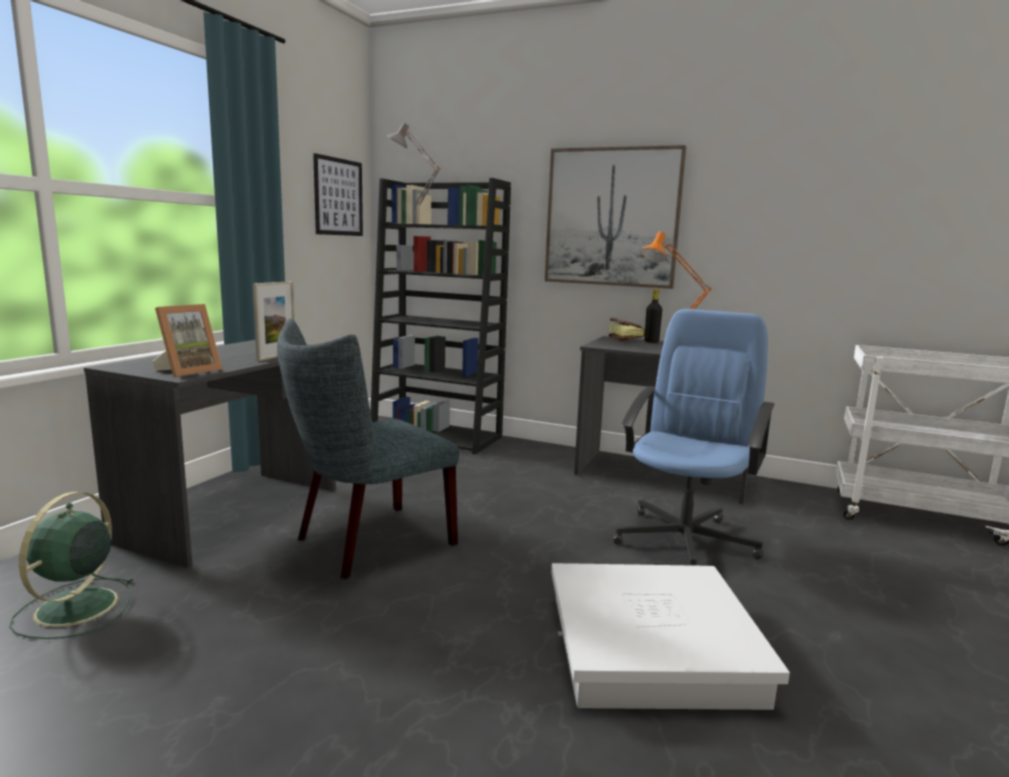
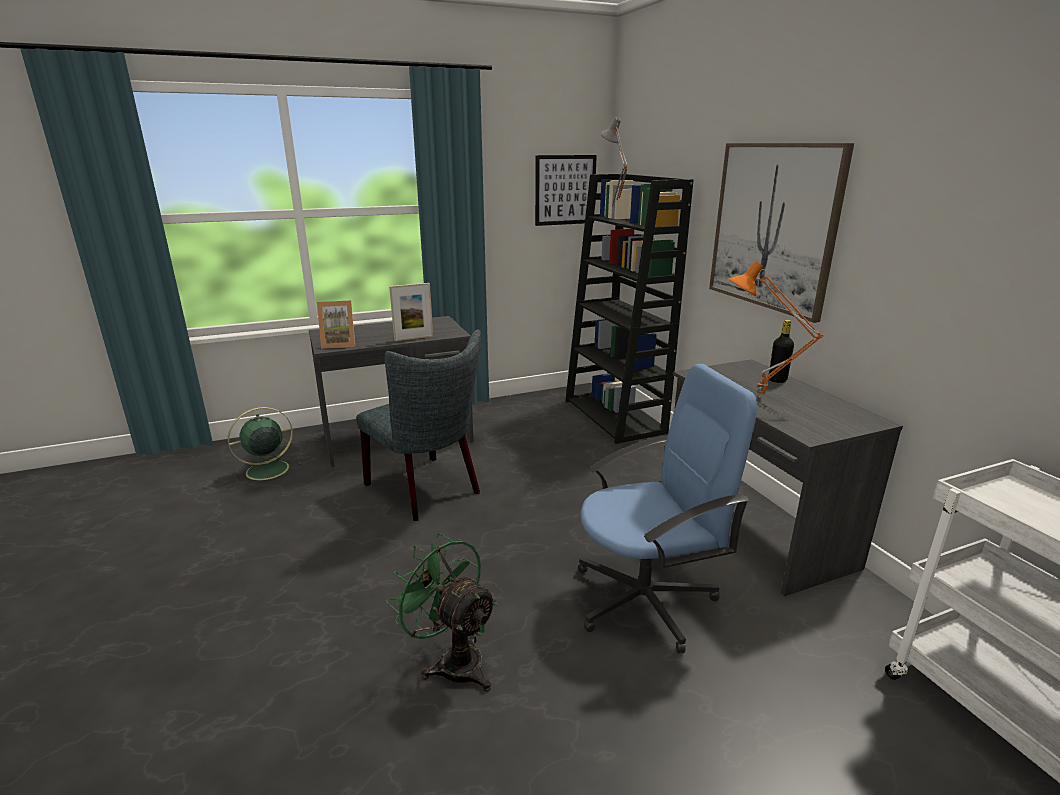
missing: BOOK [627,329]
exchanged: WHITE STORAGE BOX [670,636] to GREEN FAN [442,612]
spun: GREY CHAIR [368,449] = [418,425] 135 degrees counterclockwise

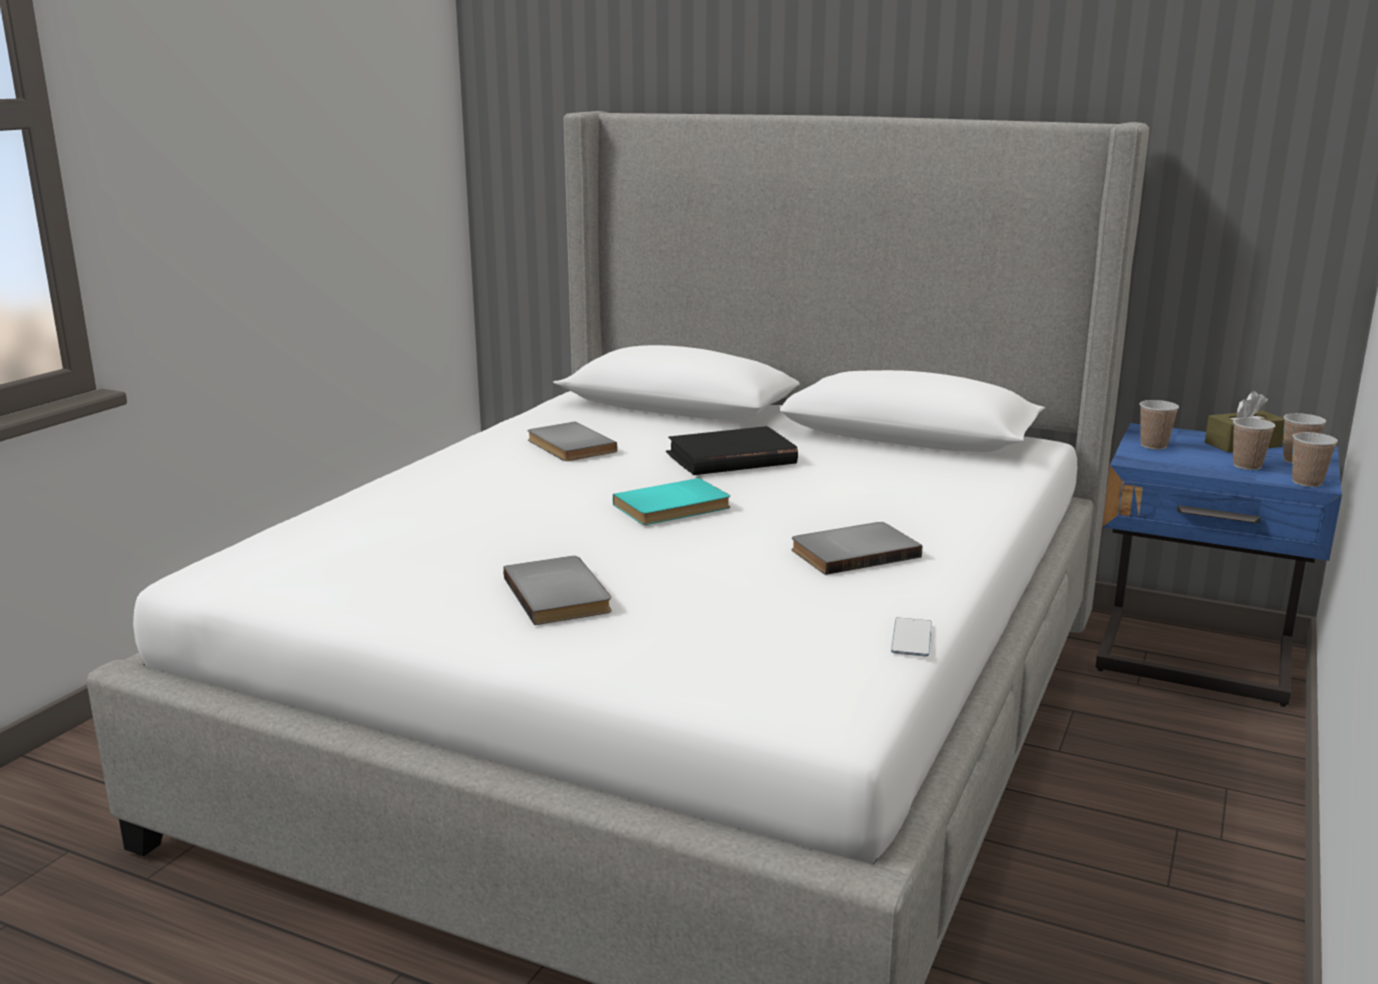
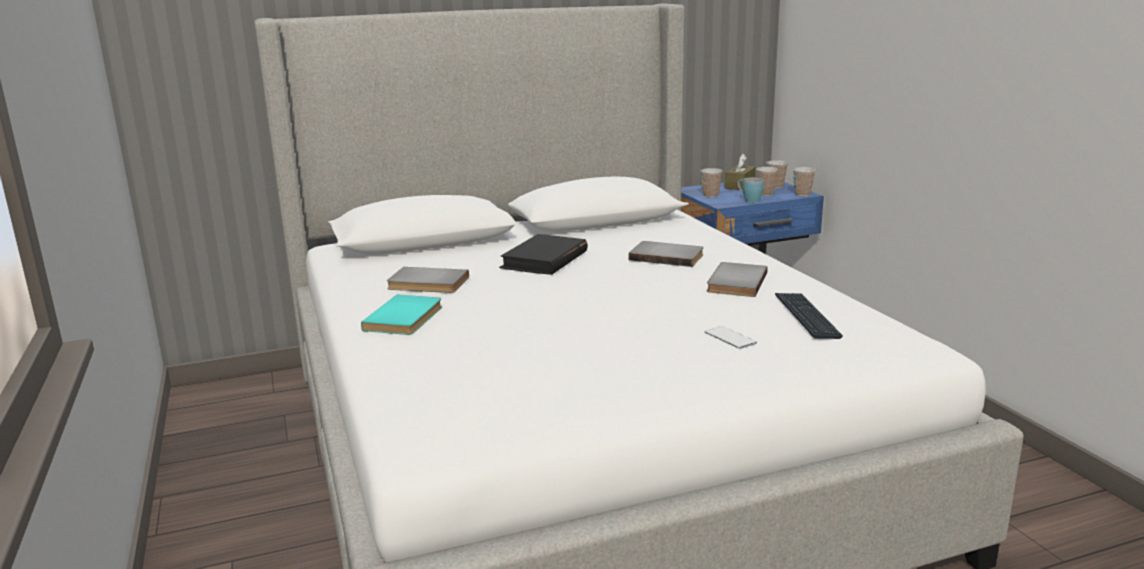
appeared: BLUE MUG [751,190]; KEYBOARD [809,316]
relocated: GREY BOOK [557,590] to [666,254]; TURQUOISE BOOK [671,501] to [401,315]; PHONE [911,636] to [731,337]

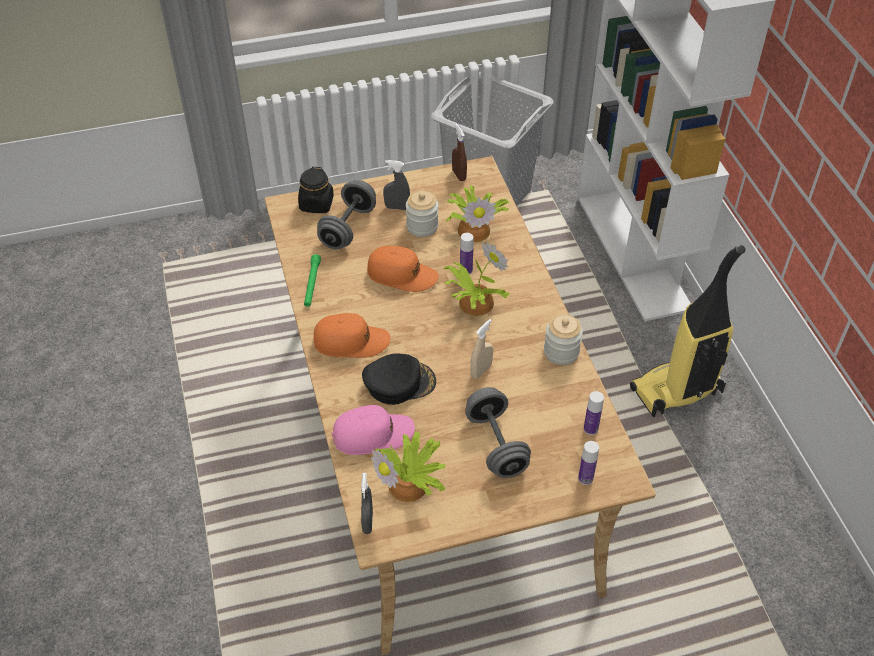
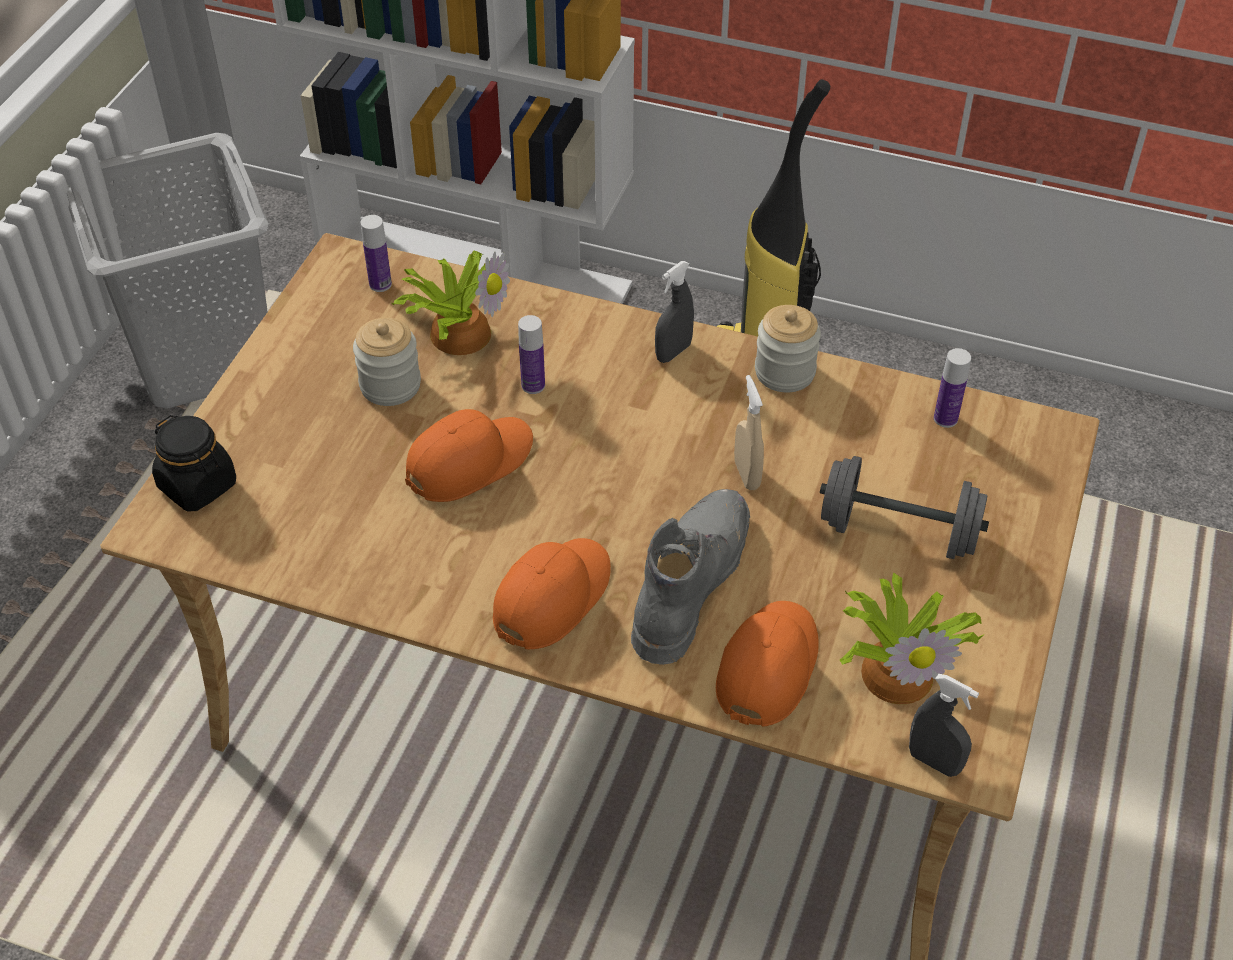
missing: GREEN FLASHLIGHT [312,280]; GREY DUMBBELL [346,214]; POTTED PLANT [476,279]; BROWN SPRAY BOTTLE [459,152]
relocated: GREY SPRAY BOTTLE [396,185] to [674,312]; BOTTLE [588,463] to [376,253]
exchanged: BLACK CAP [399,379] to GREY BOOT [690,577]
colour: PINK CAP [373,430] to ORANGE CAP [767,664]

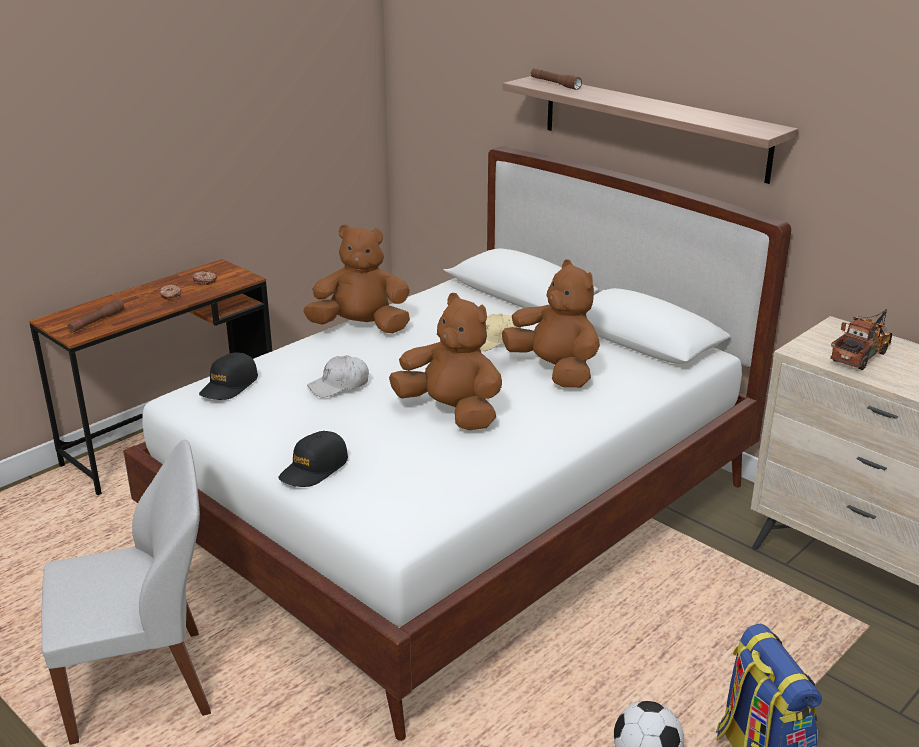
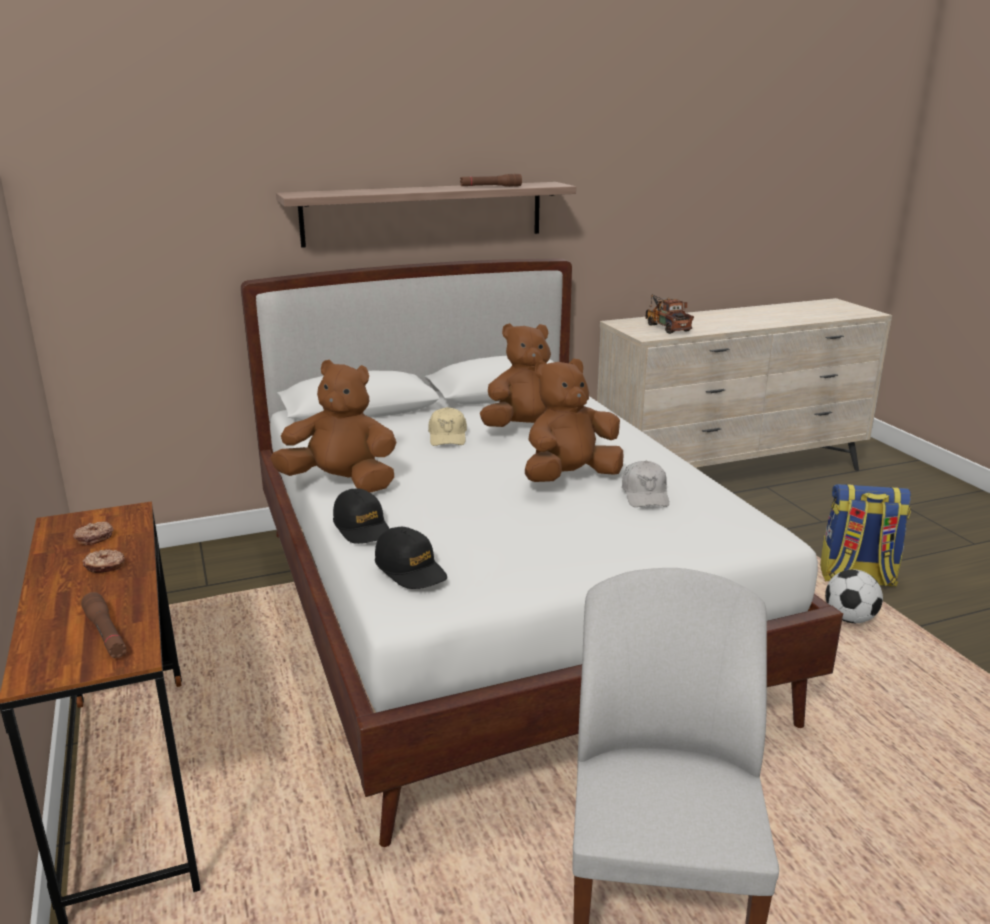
relocated: BLACK CAP [313,459] to [361,516]; WHITE CAP [338,377] to [645,484]; BROWN FLASHLIGHT [556,79] to [491,180]
spun: BROWN PLUSH TOY [356,278] = [333,426] 75 degrees clockwise

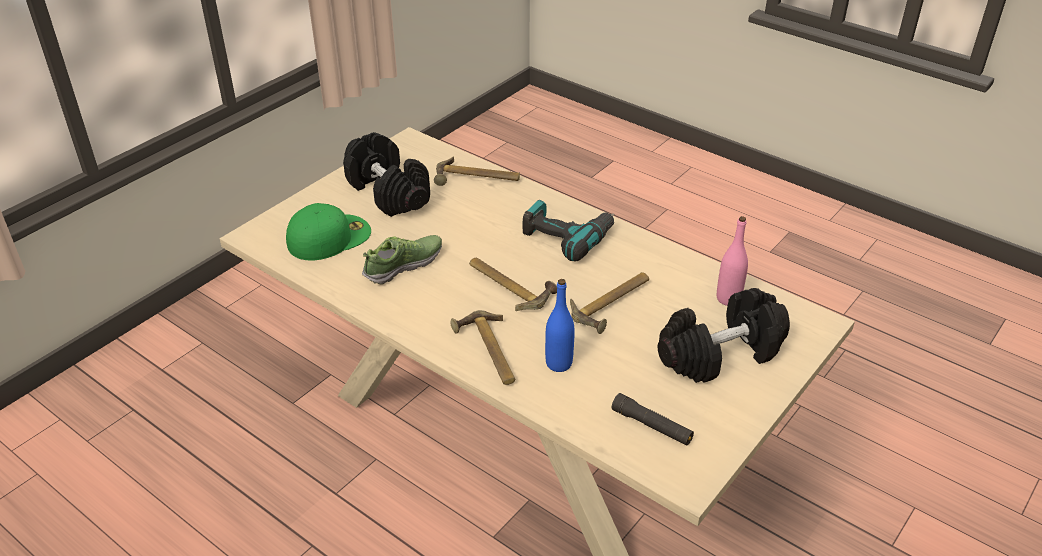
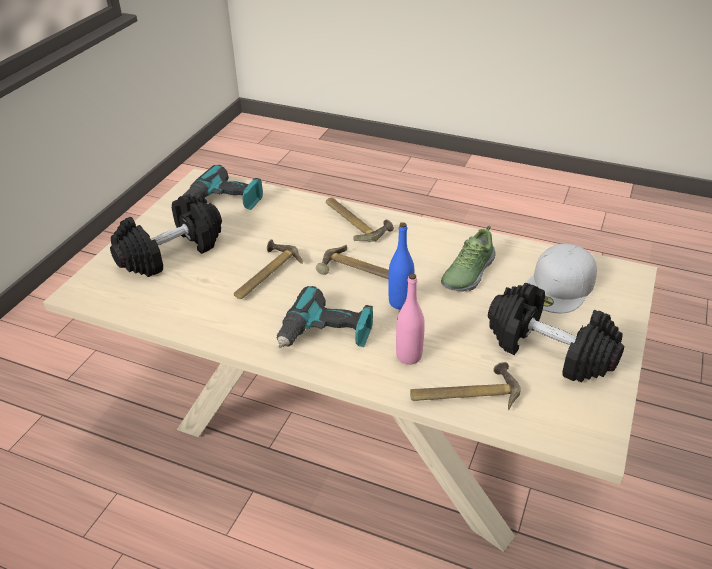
relocated: BLUE BOTTLE [560,325] to [401,266]; PINK BOTTLE [732,261] to [410,319]
exchanged: BLACK FLASHLIGHT [652,419] to POWER DRILL [223,187]
colour: GREEN CAP [328,232] to WHITE CAP [561,278]

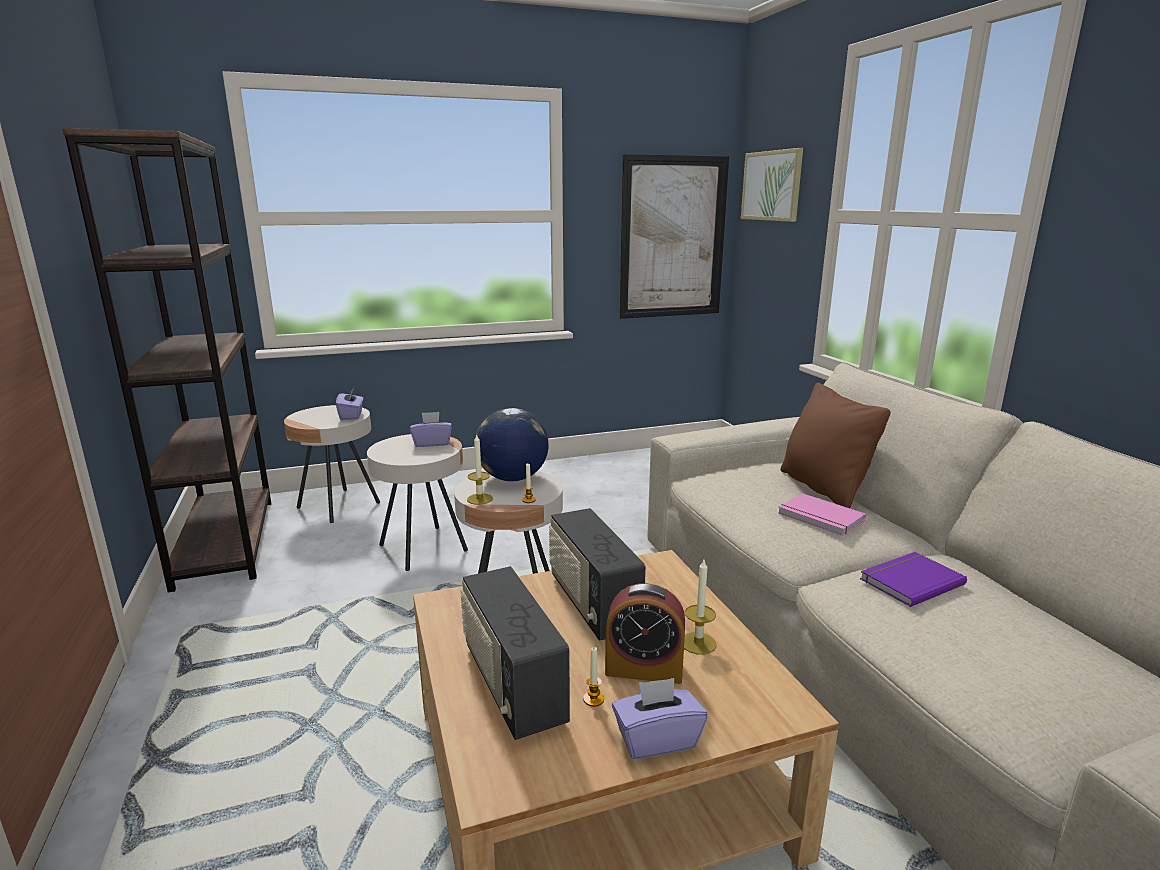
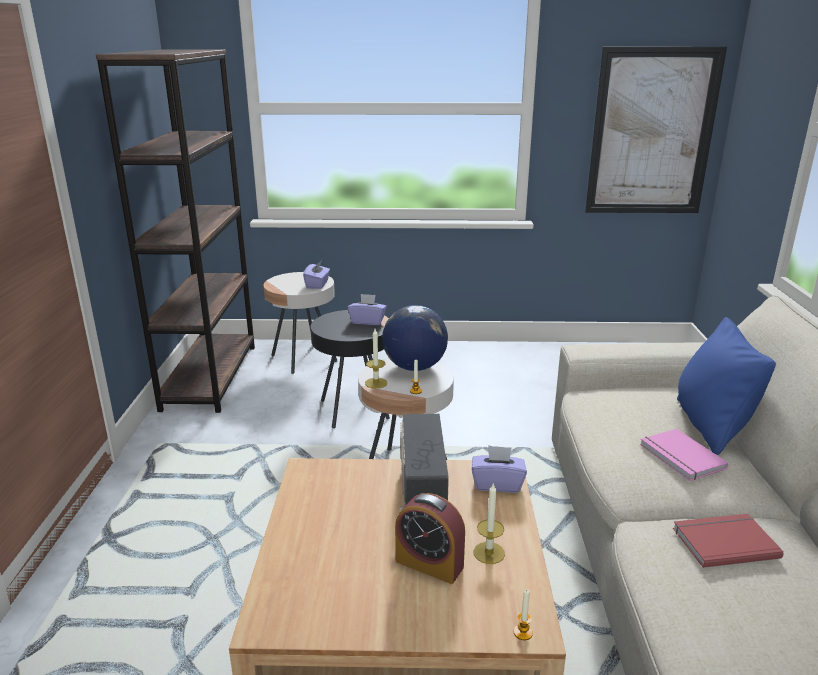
missing: RADIO [515,653]; PICTURE [772,185]
relocated: CANDLE [593,677] to [523,614]; PURPLE TISSUE BOX [659,718] to [499,469]
colour: BEIGE SIDE TABLE [417,502] to BLACK SIDE TABLE [350,369]; BROWN PILLOW [835,445] to BLUE PILLOW [726,386]; PURPLE BOOK [913,579] to RED BOOK [728,541]

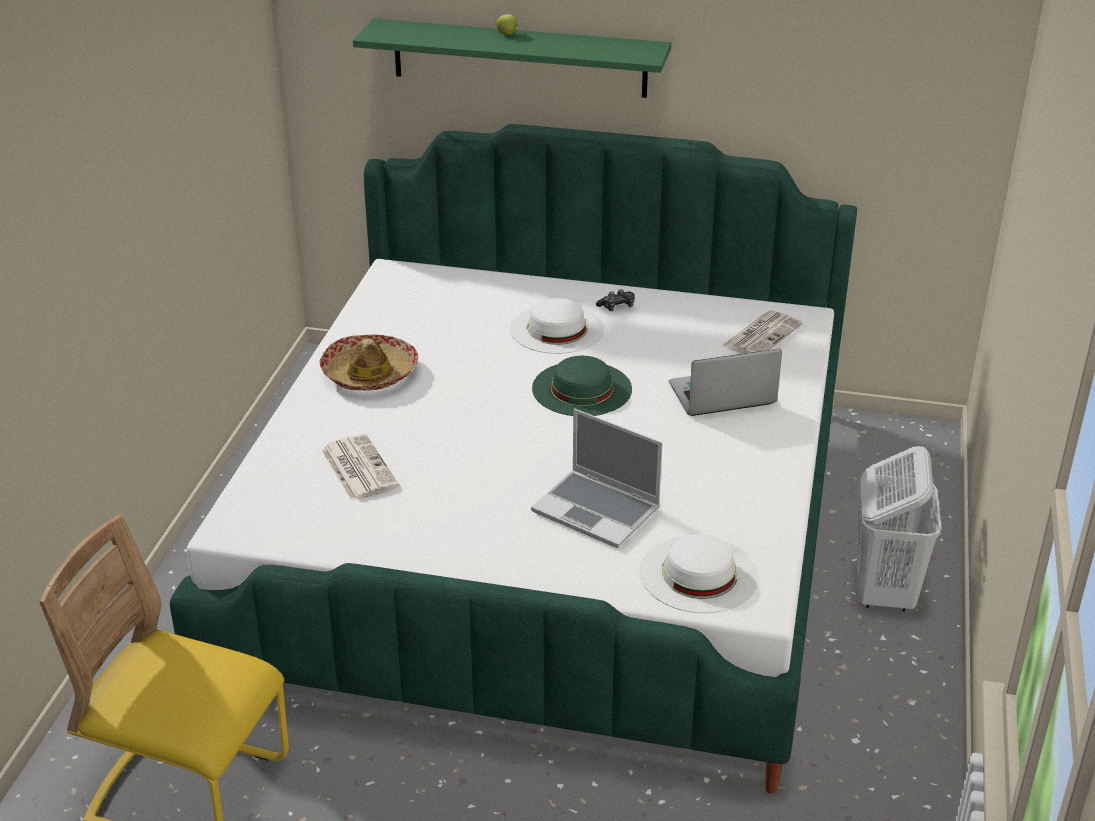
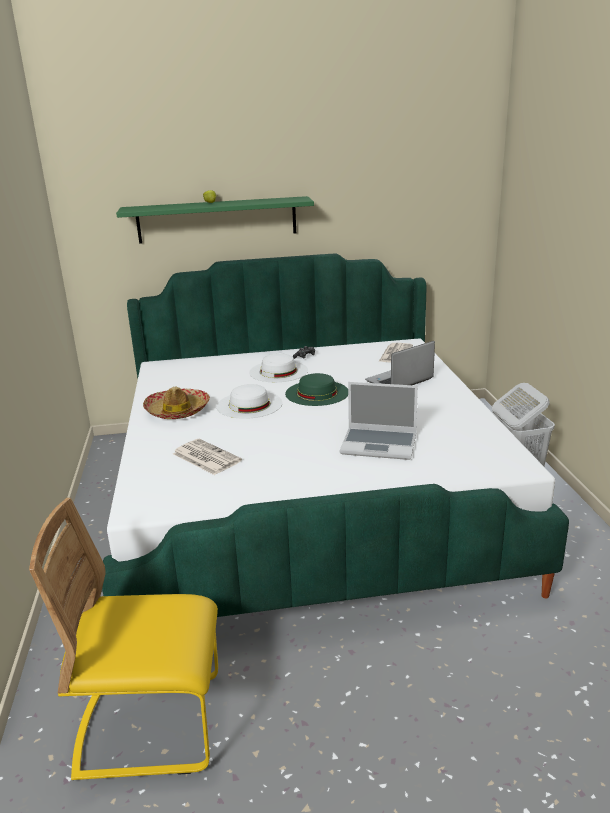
relocated: WHITE HAT [699,573] to [249,401]

